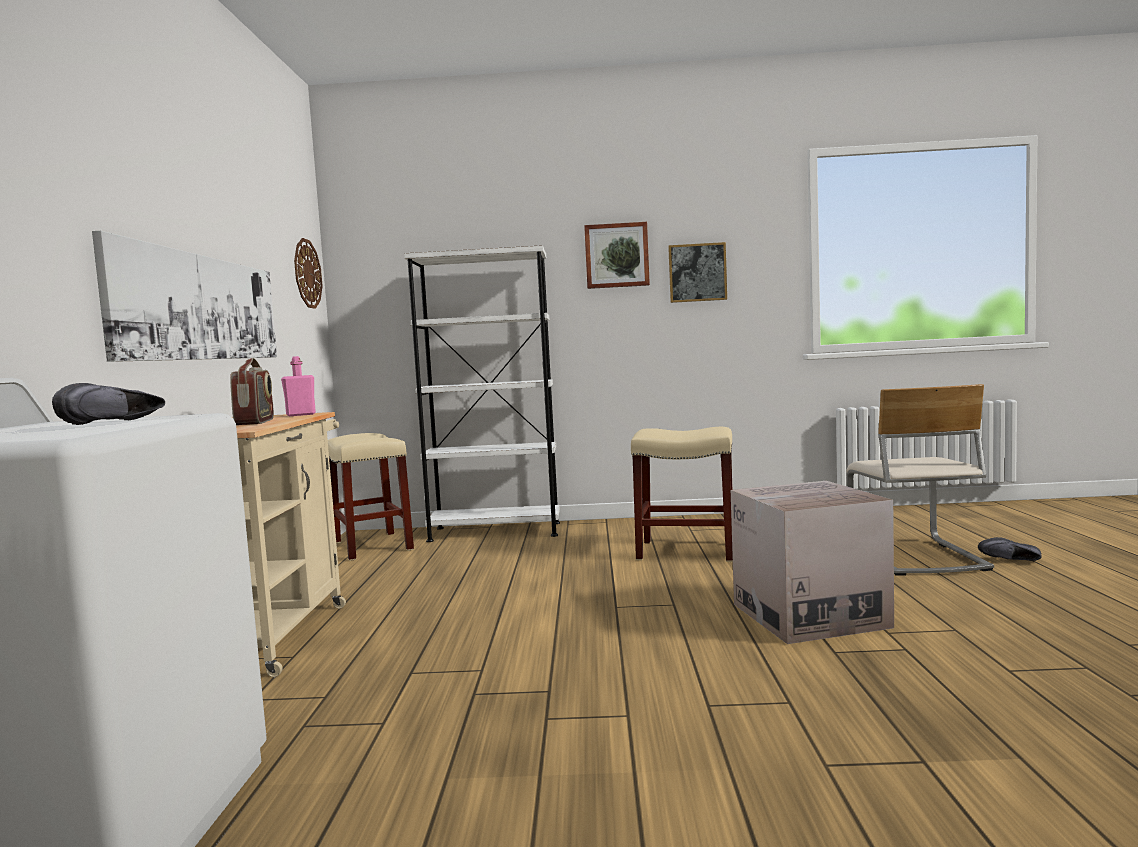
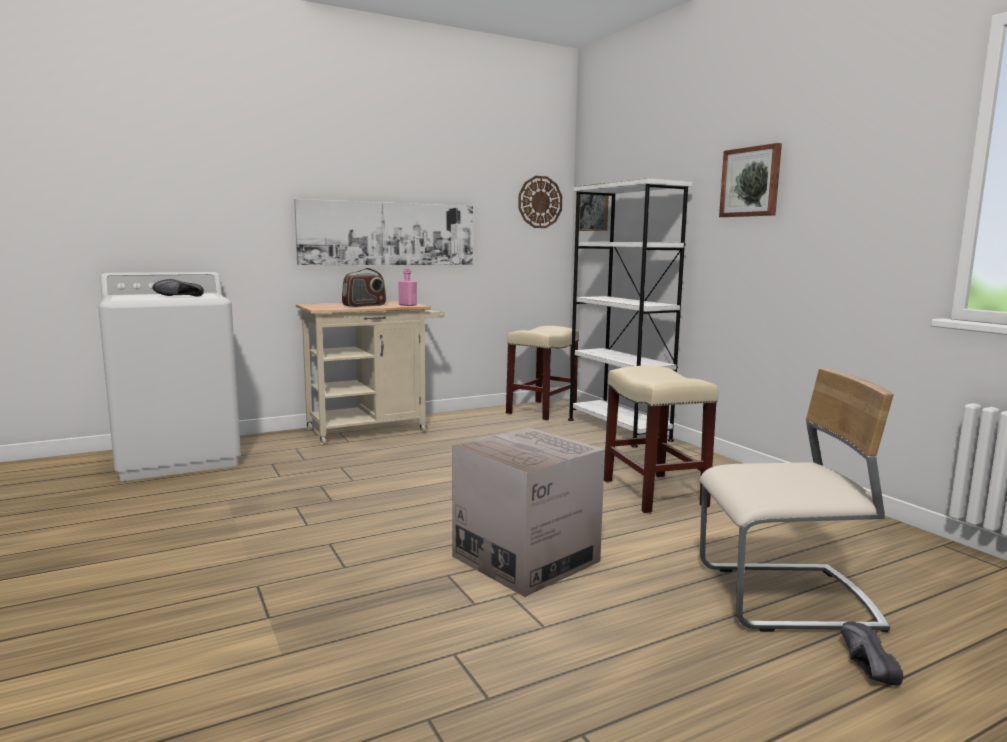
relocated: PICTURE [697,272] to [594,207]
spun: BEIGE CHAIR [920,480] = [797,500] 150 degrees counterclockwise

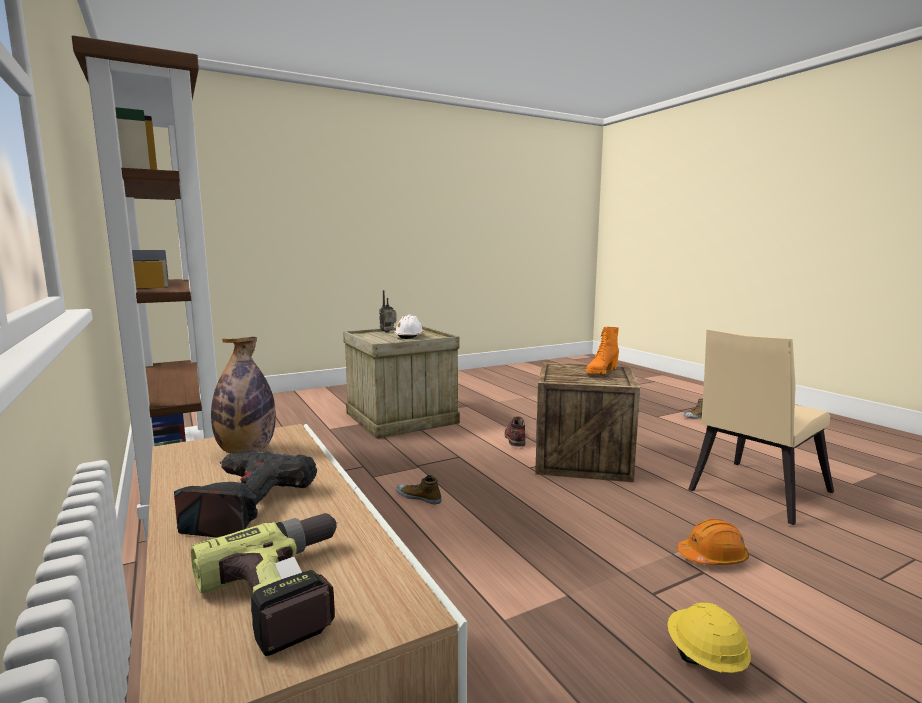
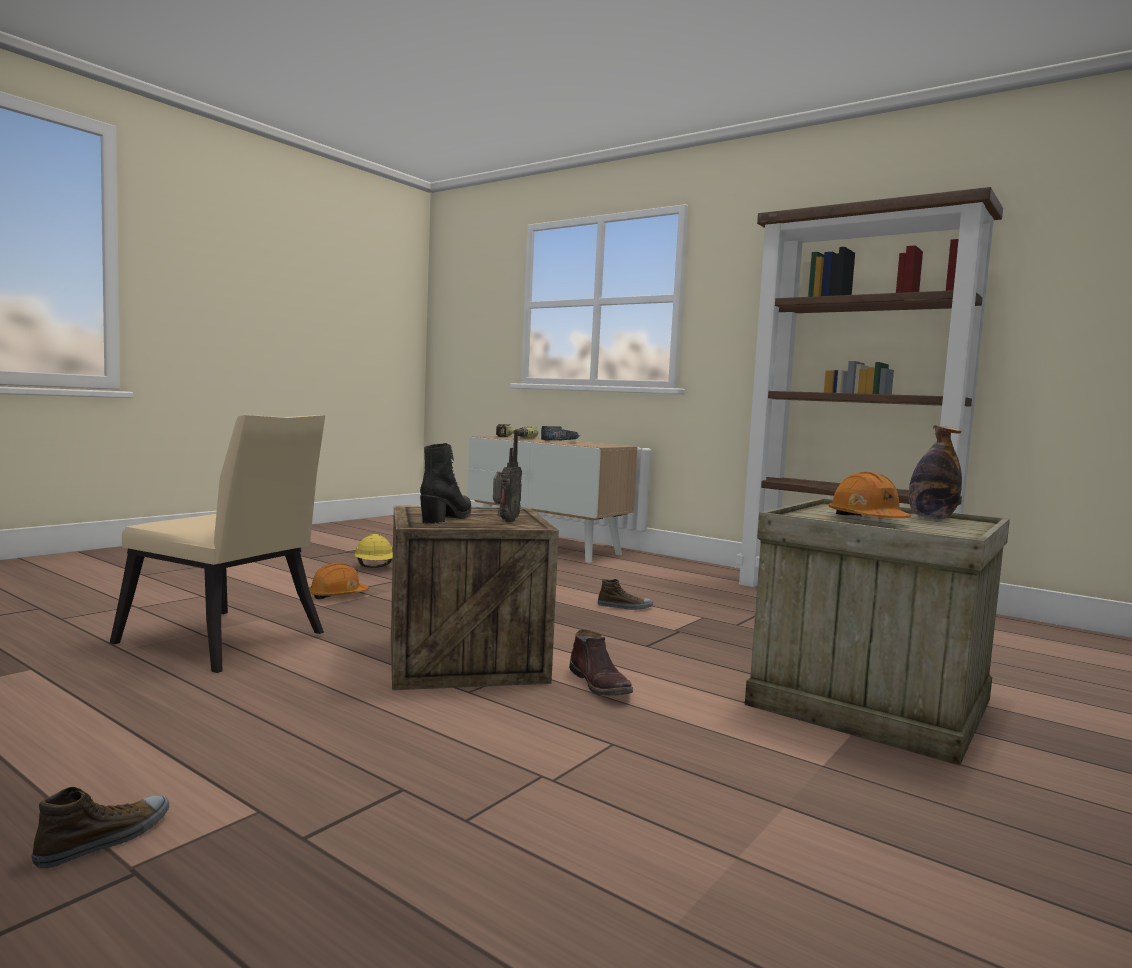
relocated: BOTTLE [243,395] to [935,472]; RADIO [388,311] to [507,476]
colour: WHITE HARD HAT [409,326] to ORANGE HARD HAT [869,494]; ORANGE BOOT [602,351] to BLACK BOOT [445,483]
spun: BEIGE CHAIR [761,427] = [217,544] 90 degrees clockwise

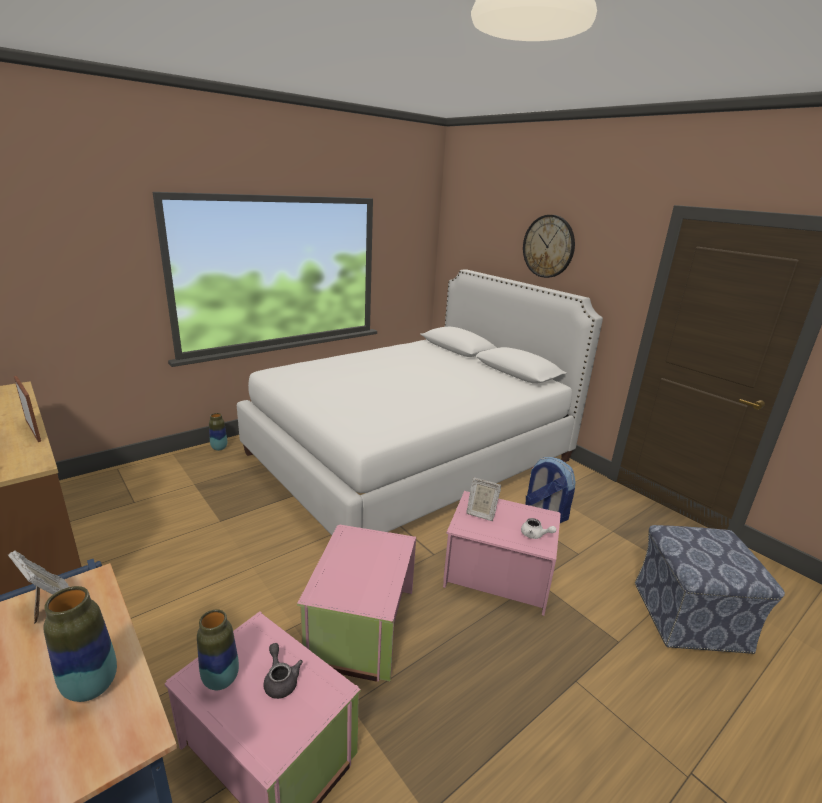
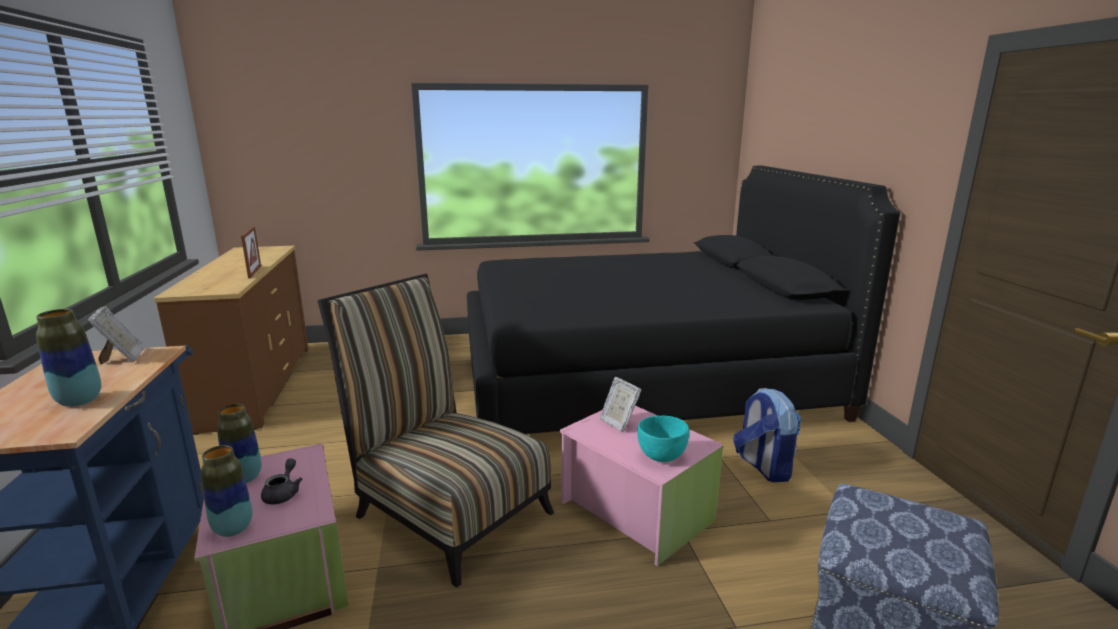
missing: WALL CLOCK [549,246]
relocated: VASE [218,432] to [227,491]
exchanged: PINK STORAGE BOX [356,603] to CHAIR [436,431]; WHITE TEAPOT [538,528] to TURQUOISE BOWL [663,438]
colour: WHITE BED [420,402] to BLACK BED [683,300]

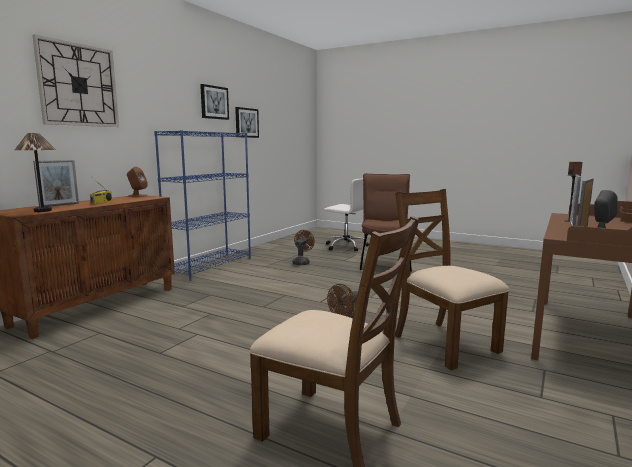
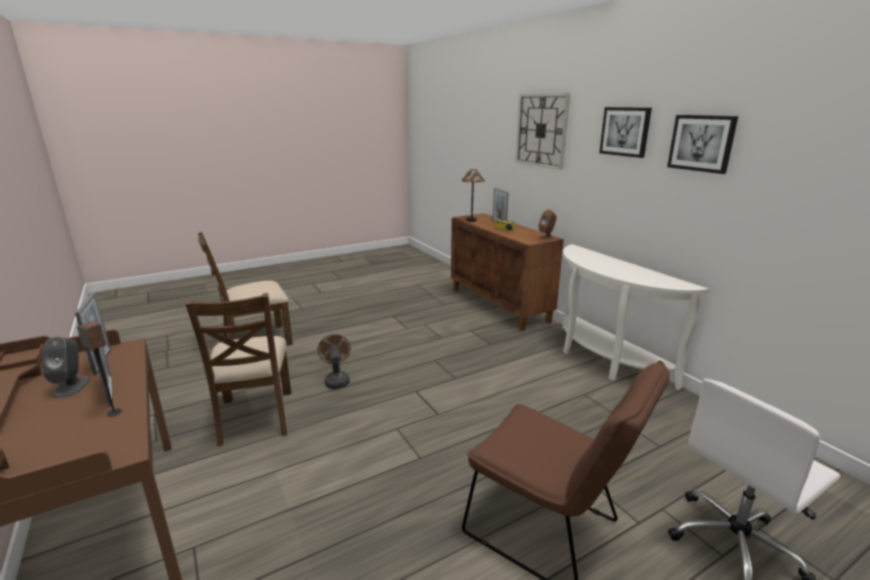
missing: BROWN FAN [303,247]
relocated: PICTURE [247,122] to [625,132]
exchanged: BLUE BOOKCASE [202,205] to WHITE CONSOLE TABLE [635,317]
spun: BROWN CHAIR [452,279] = [238,370] 75 degrees clockwise

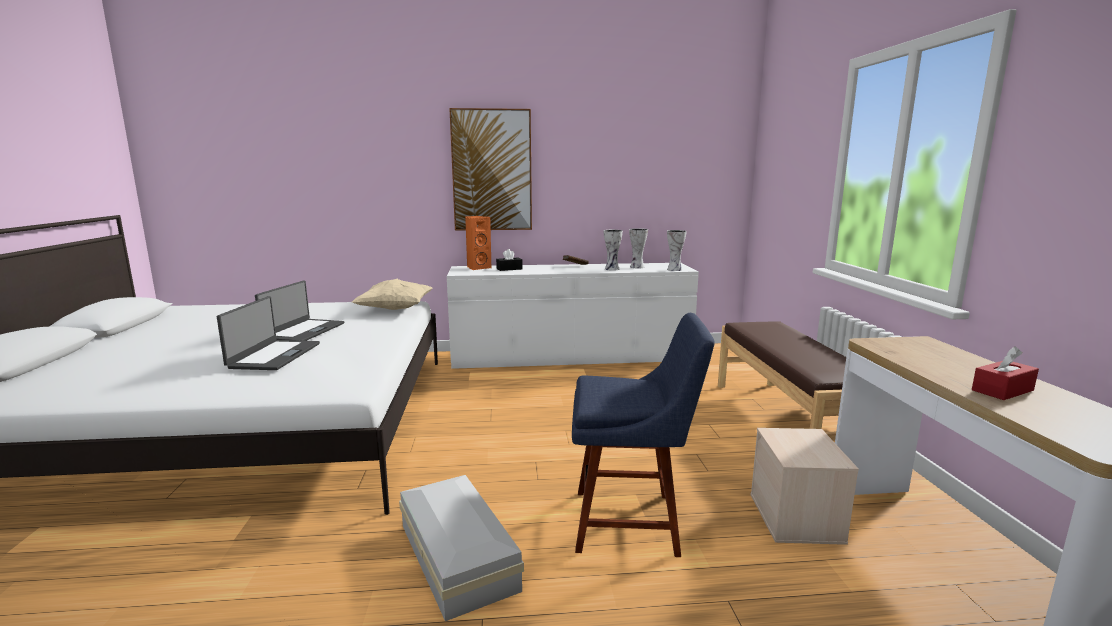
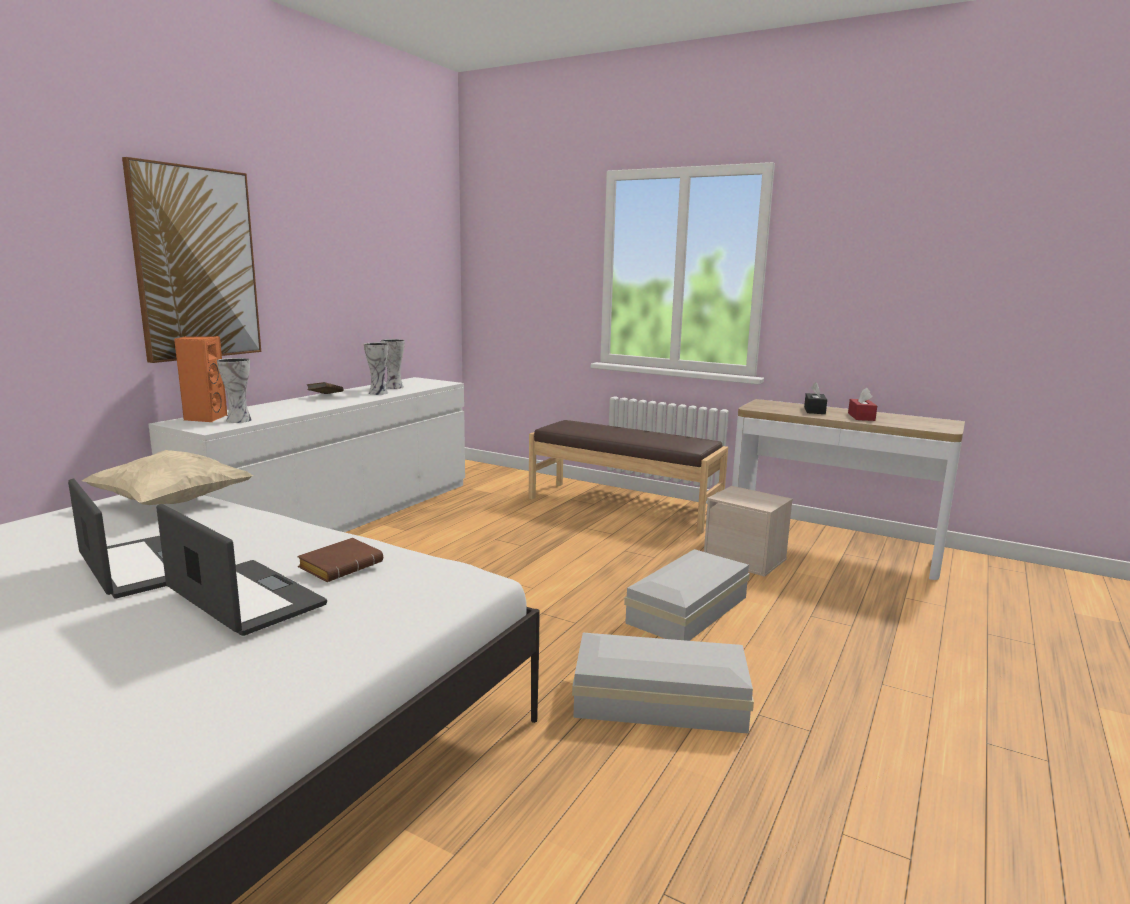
appeared: BROWN BOOK [340,560]
relocated: BLACK TISSUE BOX [509,260] to [815,398]; VASE [677,250] to [234,390]
exchanged: BLUE CHAIR [643,435] to WHITE STORAGE BOX [687,595]

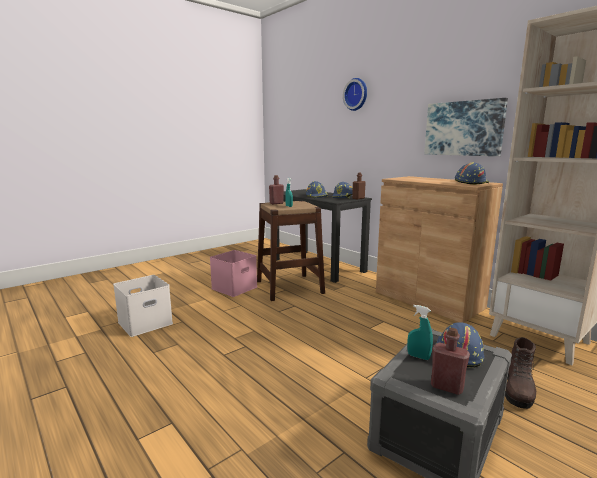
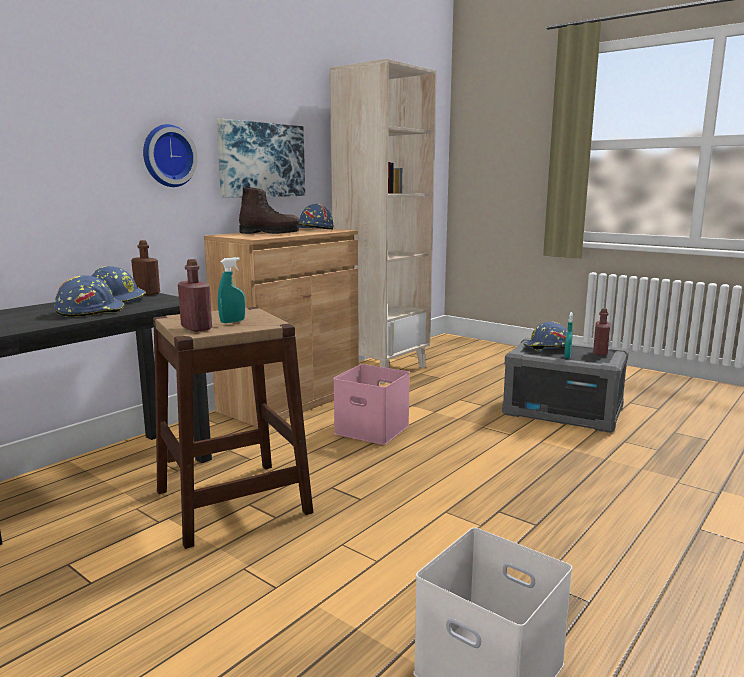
relocated: PINK STORAGE BOX [233,273] to [371,404]; WALL CLOCK [355,94] to [170,155]; BROWN BOOT [520,373] to [269,210]

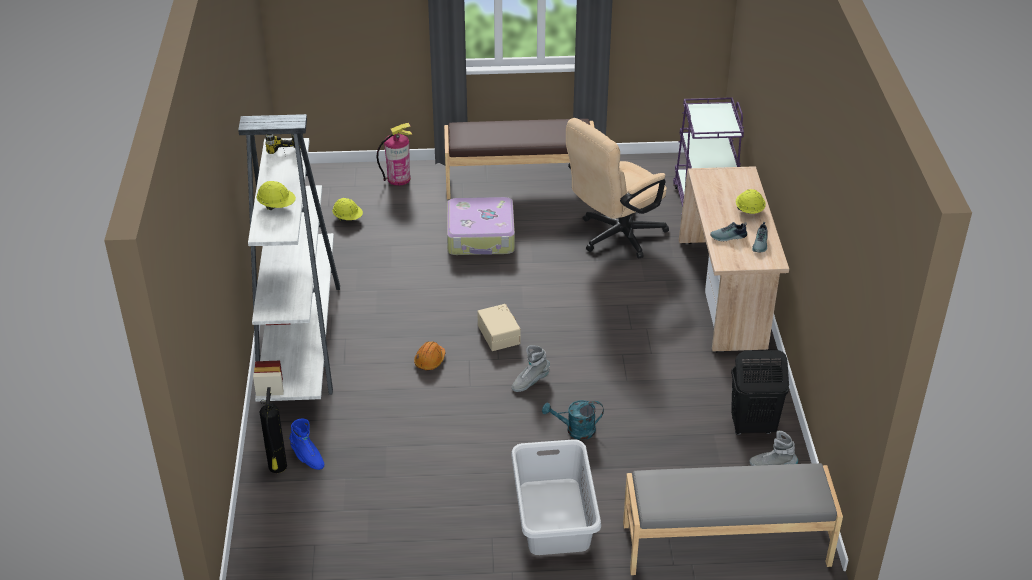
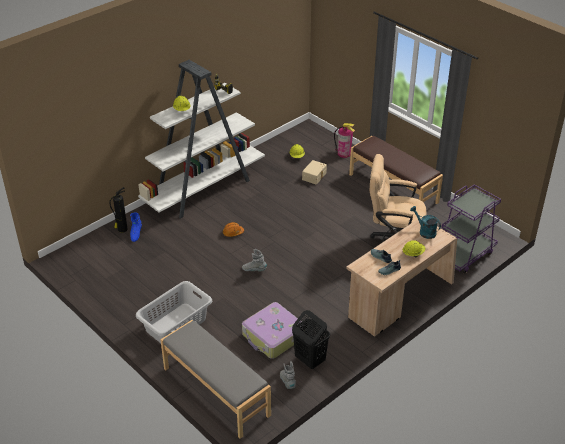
relocated: SUITCASE [481,226] to [272,330]; BEIGE STORAGE BOX [499,327] to [314,172]; TURQUOISE WATERING CAN [573,420] to [425,222]

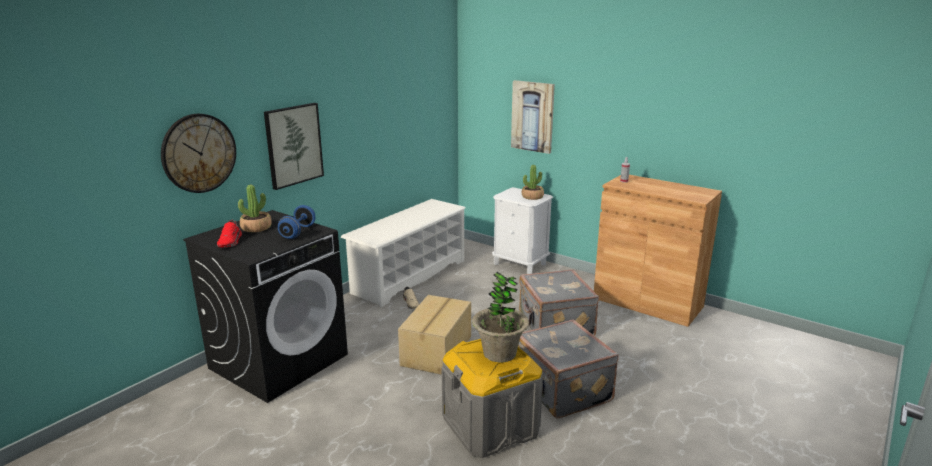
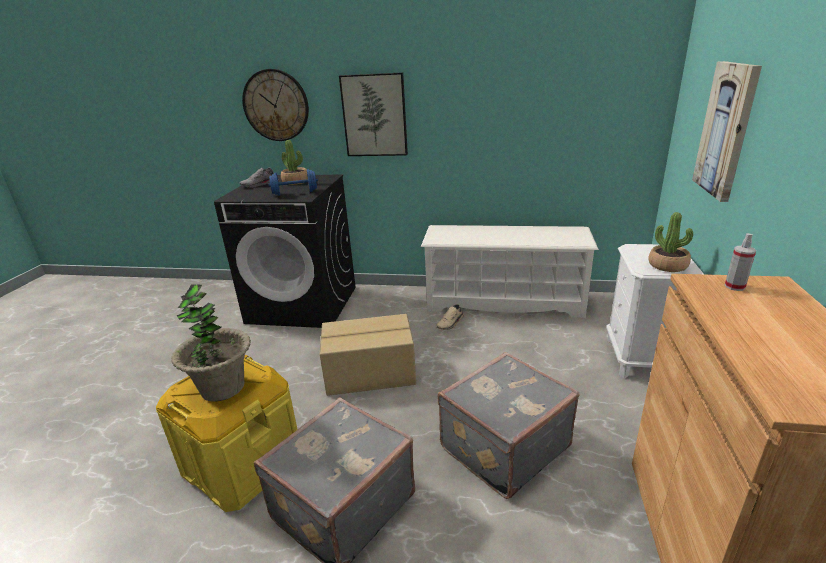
colour: RED SHOE [229,233] to GREY SHOE [256,177]; GREY STORAGE BOX [492,398] to YELLOW STORAGE BOX [227,433]

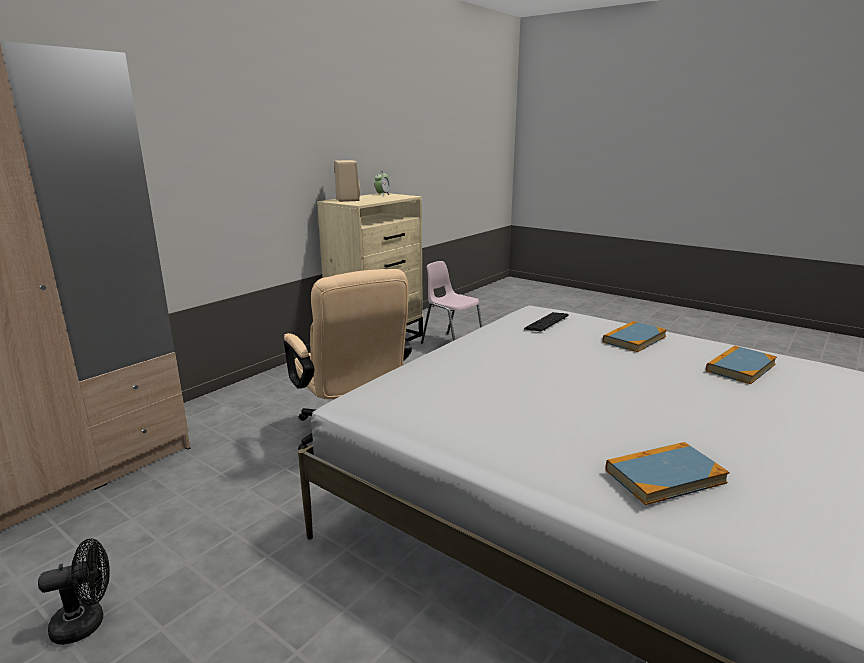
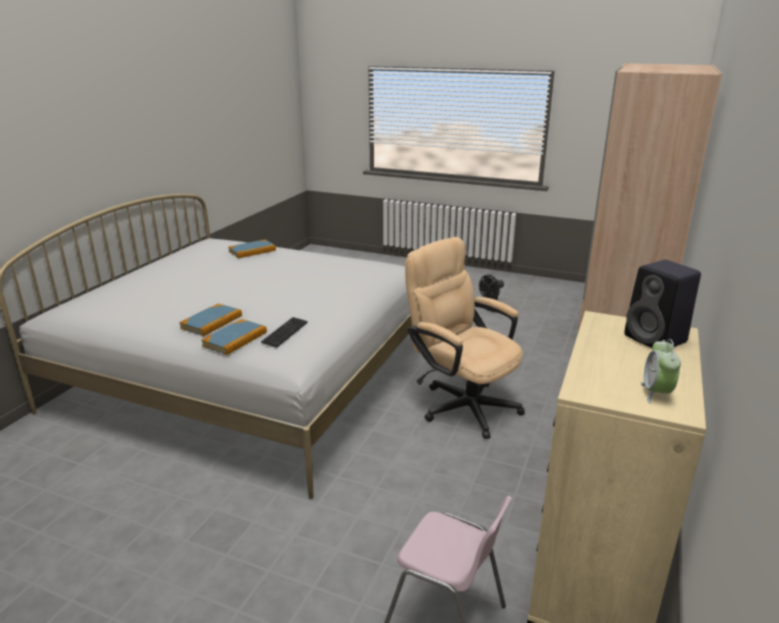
relocated: BOOK [741,365] to [234,337]
colour: BEIGE SPEAKER [347,181] to BLACK SPEAKER [662,304]

